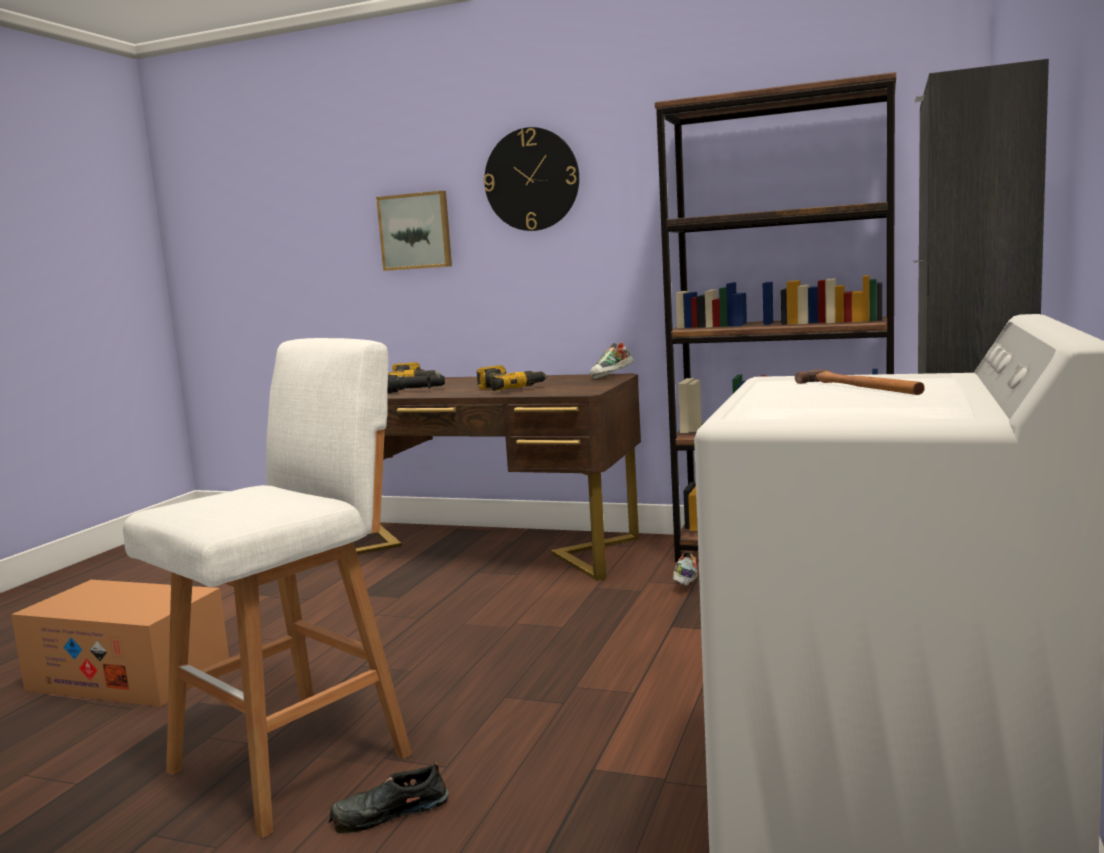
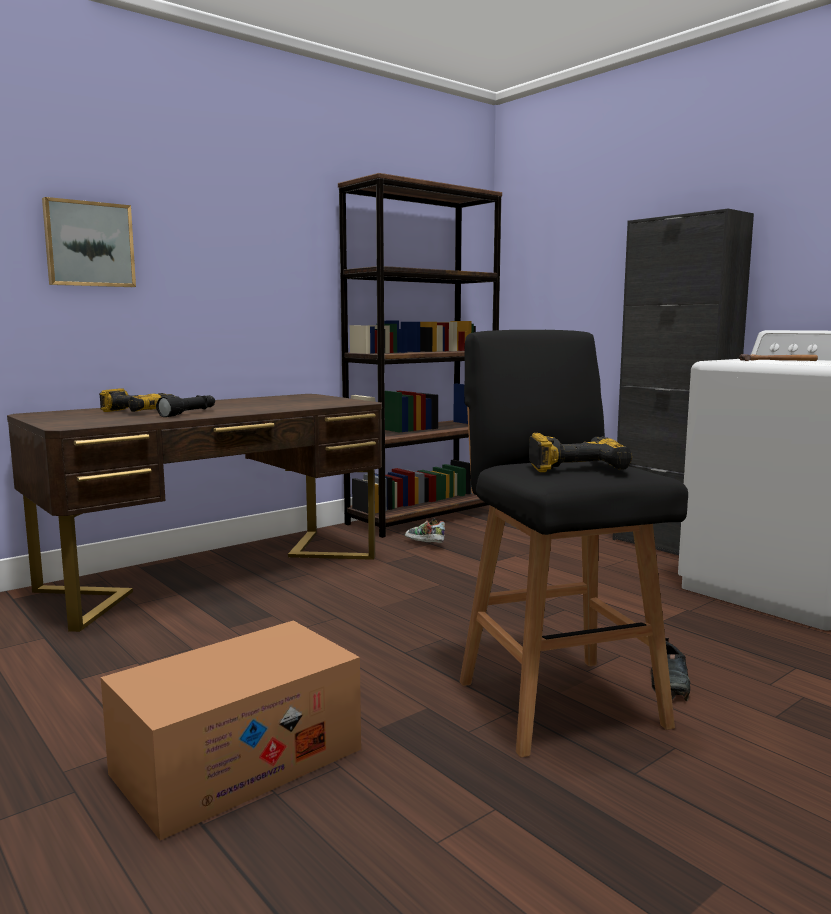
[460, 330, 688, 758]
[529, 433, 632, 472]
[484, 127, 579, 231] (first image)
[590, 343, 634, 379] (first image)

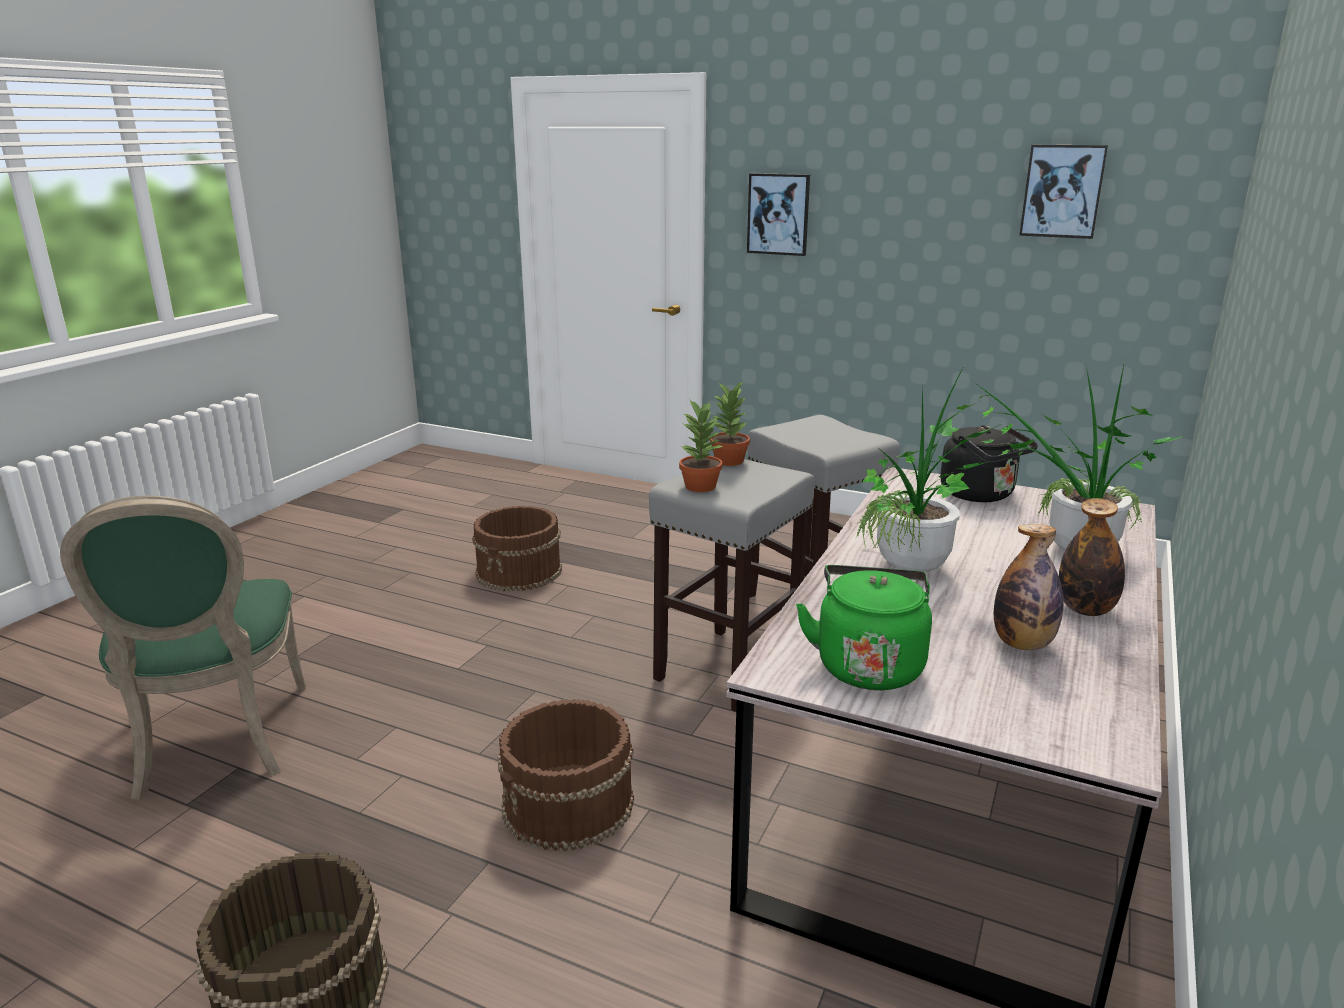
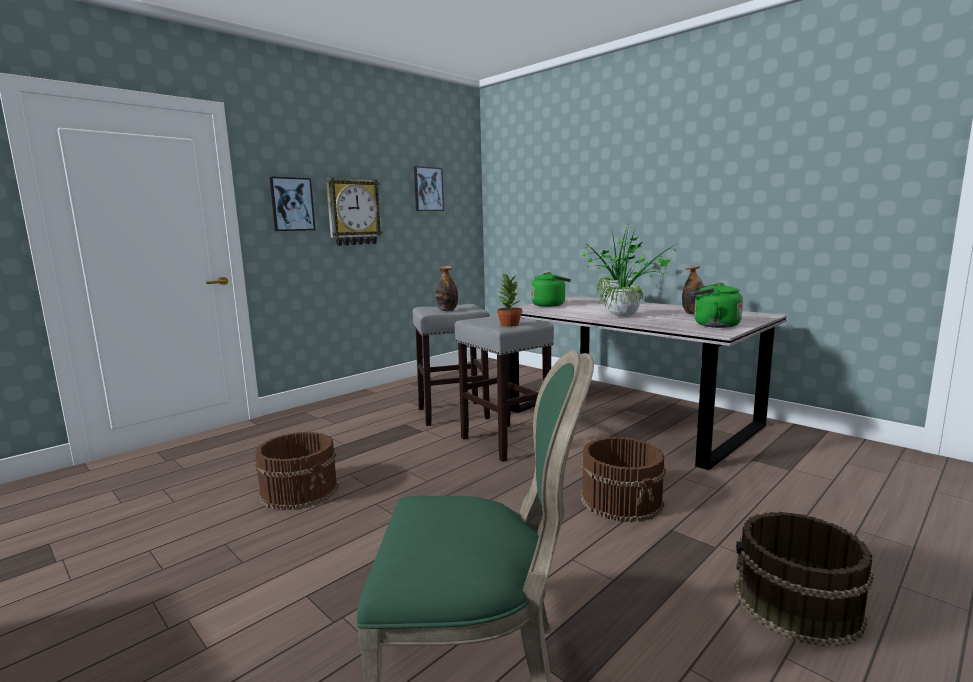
[710, 381, 750, 466] (first image)
[531, 272, 571, 307]
[435, 266, 458, 311]
[326, 178, 383, 246]

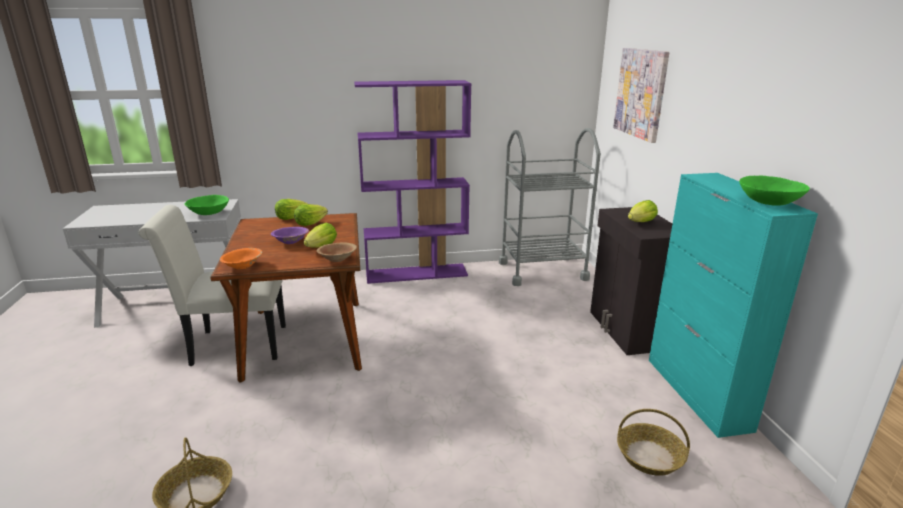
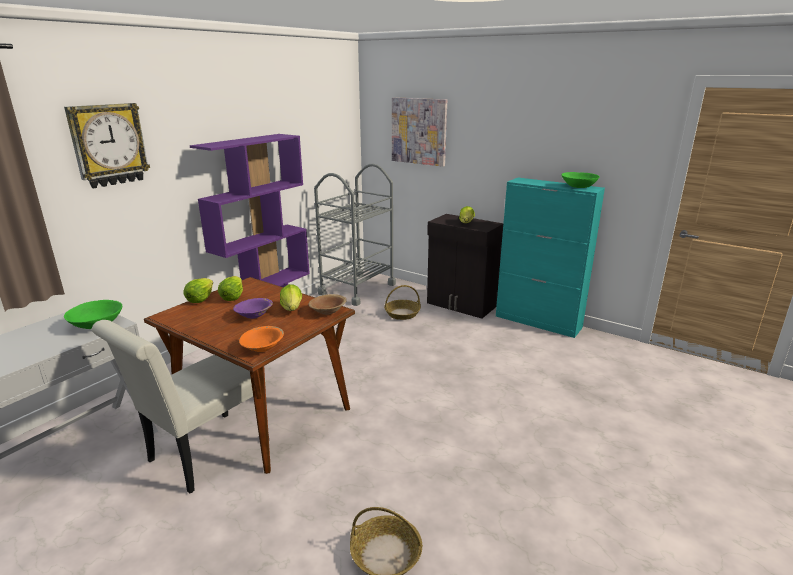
[384, 285, 421, 320]
[64, 103, 150, 188]

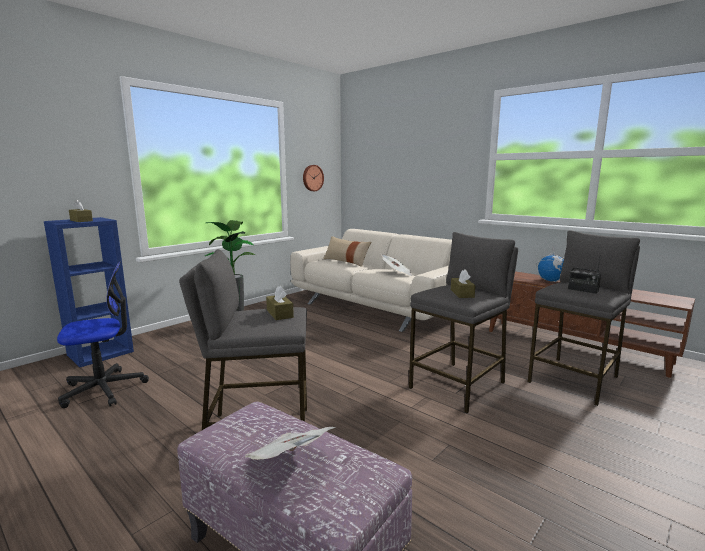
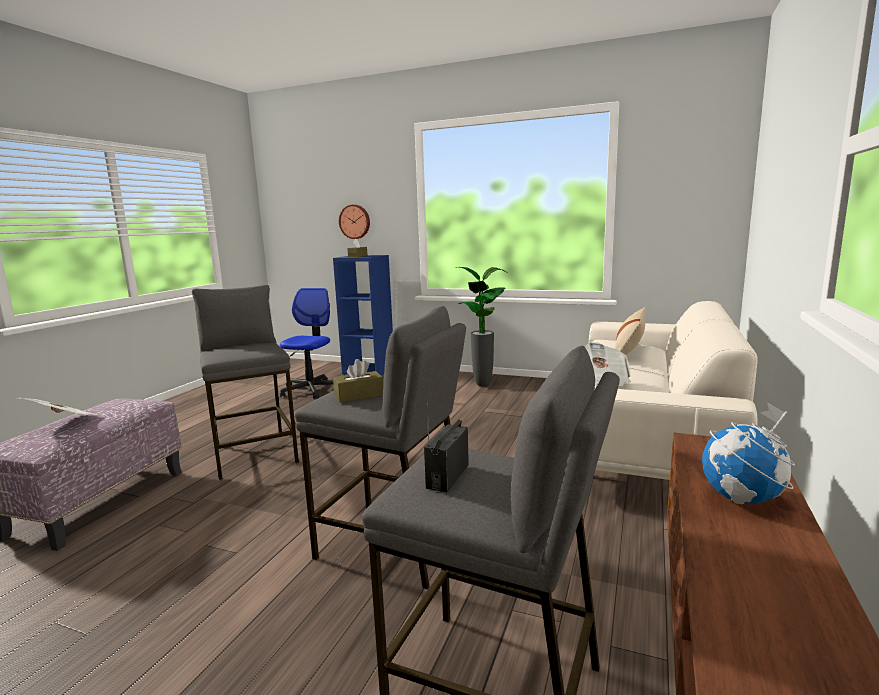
[280, 288, 333, 399]
[266, 286, 294, 320] (first image)
[339, 205, 370, 239]

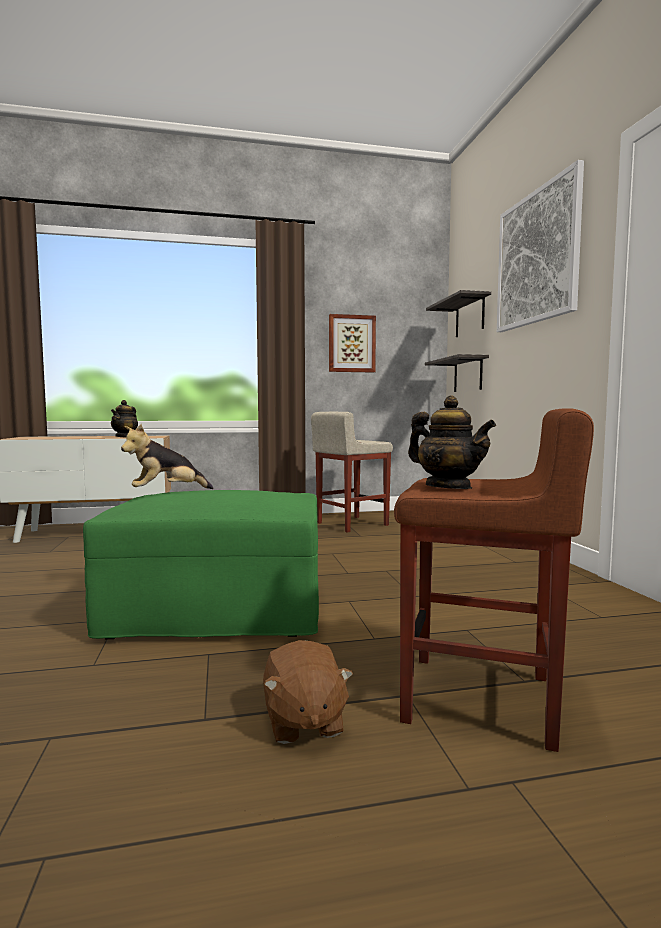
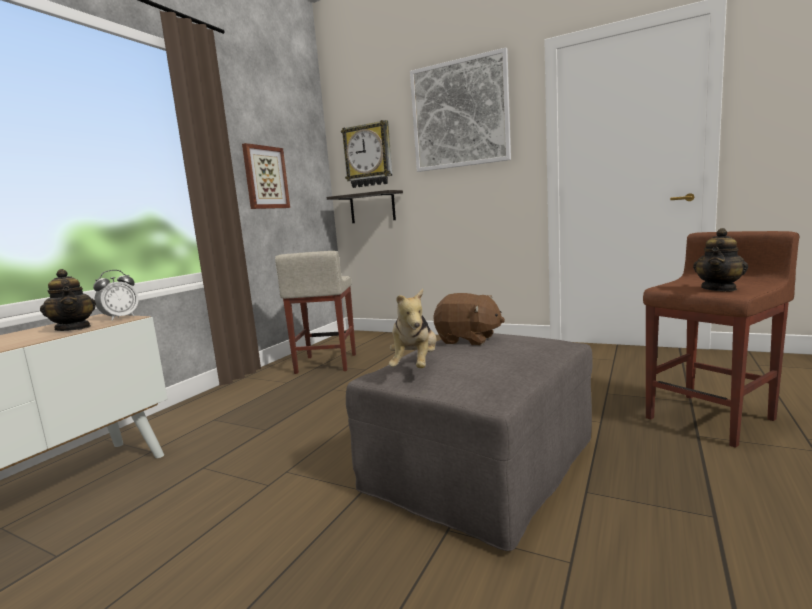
[346, 333, 593, 551]
[433, 293, 505, 345]
[693, 228, 748, 291]
[341, 120, 393, 188]
[93, 270, 139, 321]

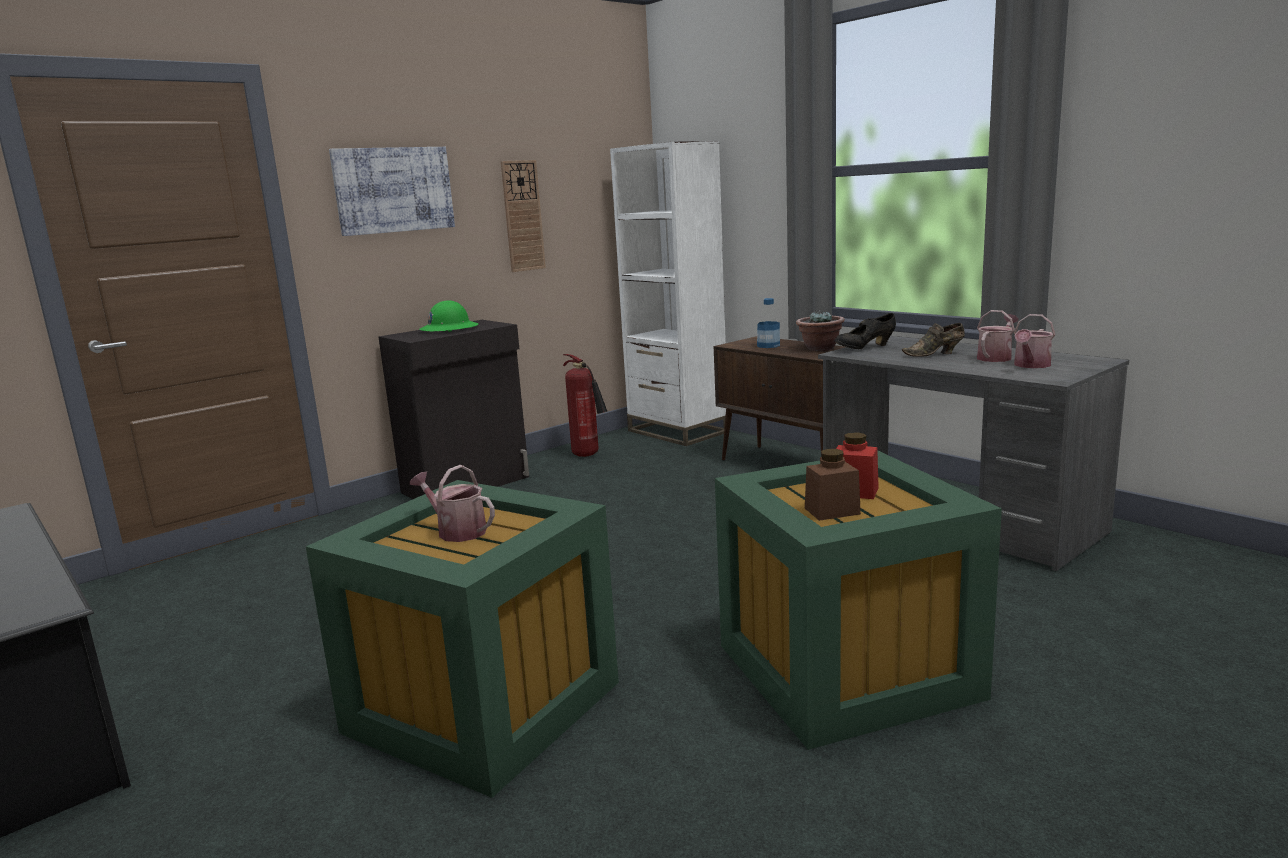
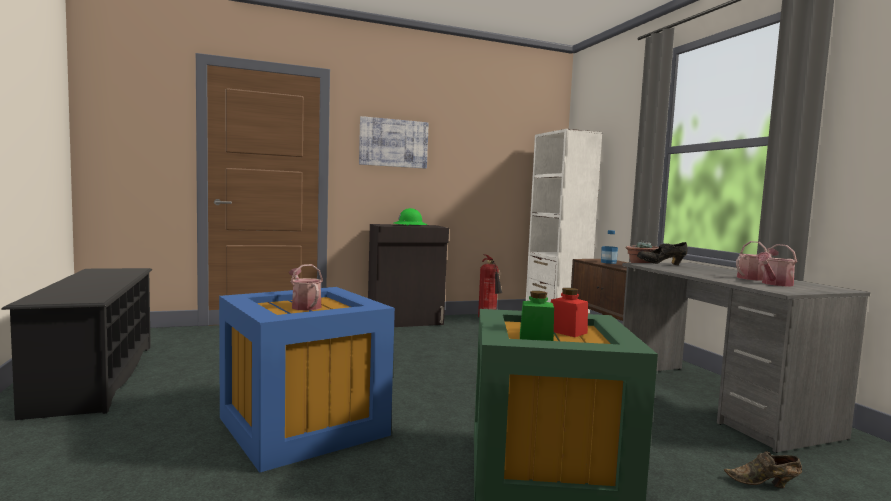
[219, 287, 395, 473]
[501, 160, 546, 272] (first image)
[520, 291, 554, 341]
[724, 451, 802, 488]

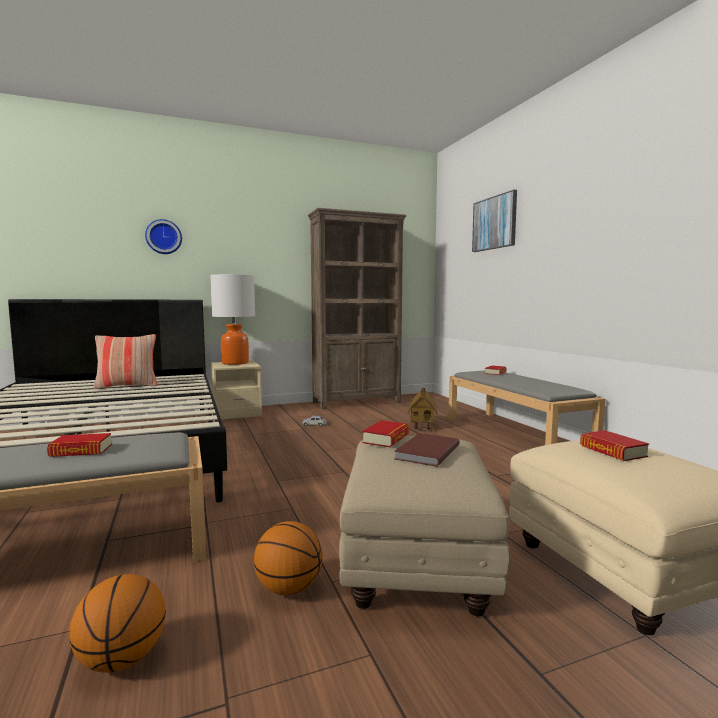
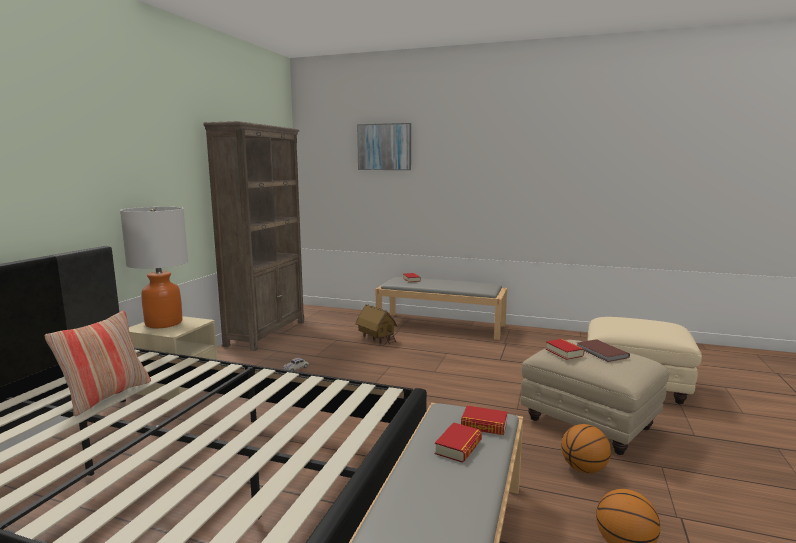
[145, 219, 182, 254] (first image)
[461, 406, 508, 435]

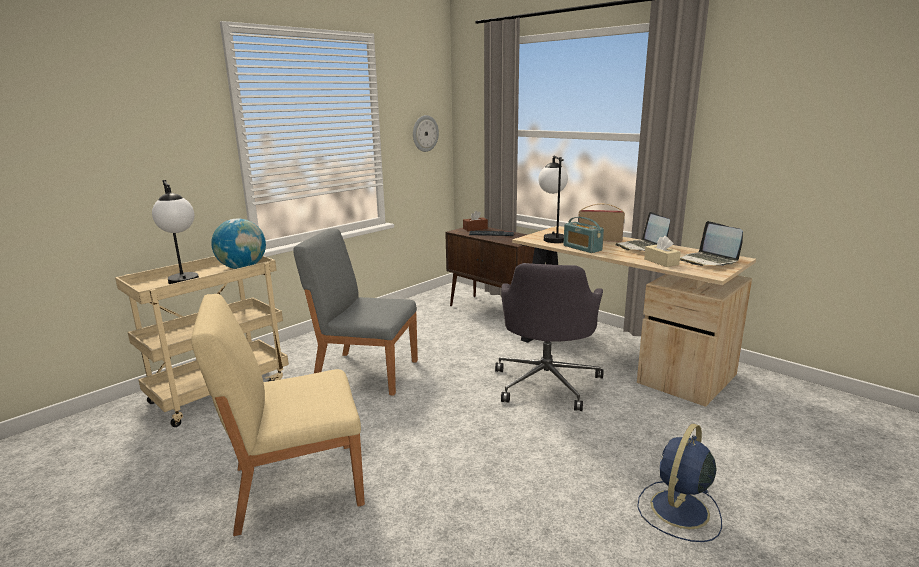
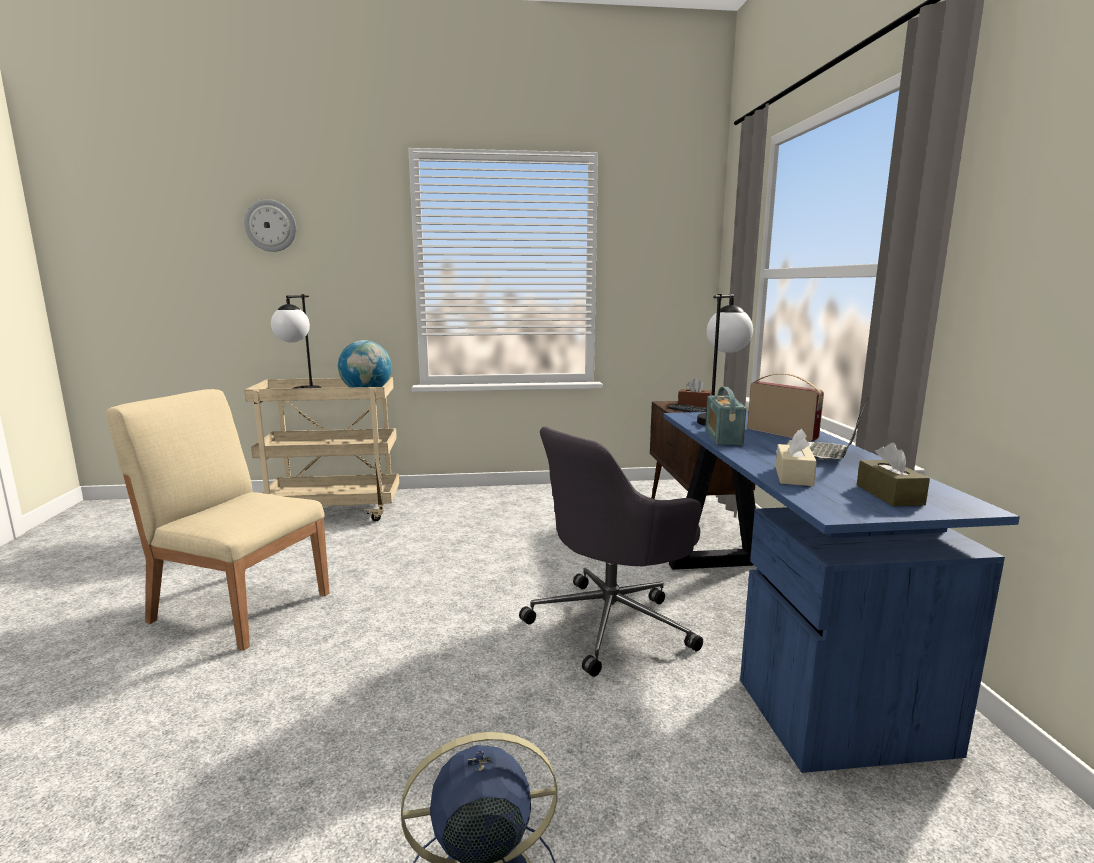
[293, 228, 418, 396] (first image)
[244, 199, 296, 252]
[663, 411, 1020, 773]
[857, 443, 930, 506]

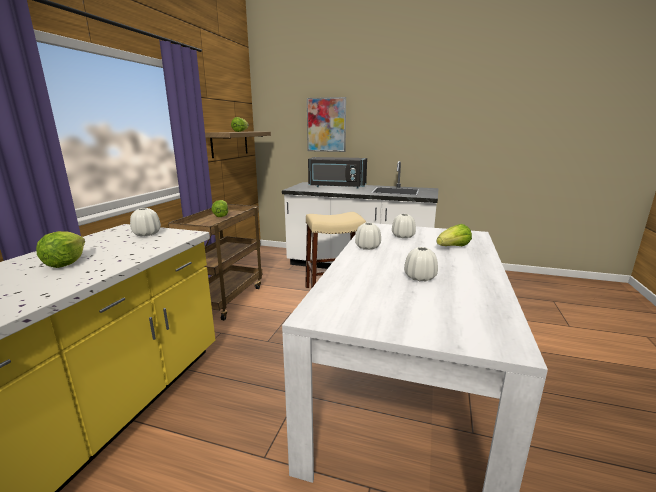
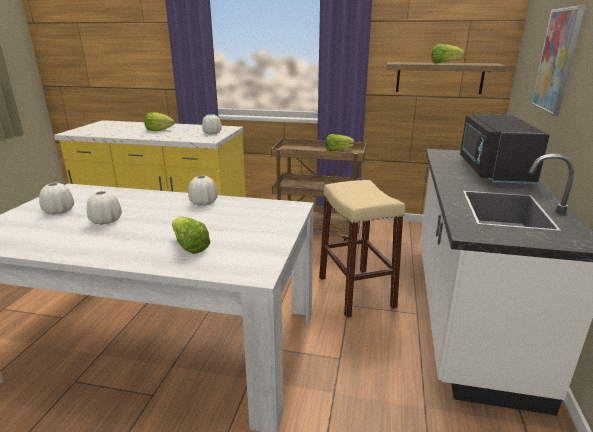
[39, 183, 74, 215]

